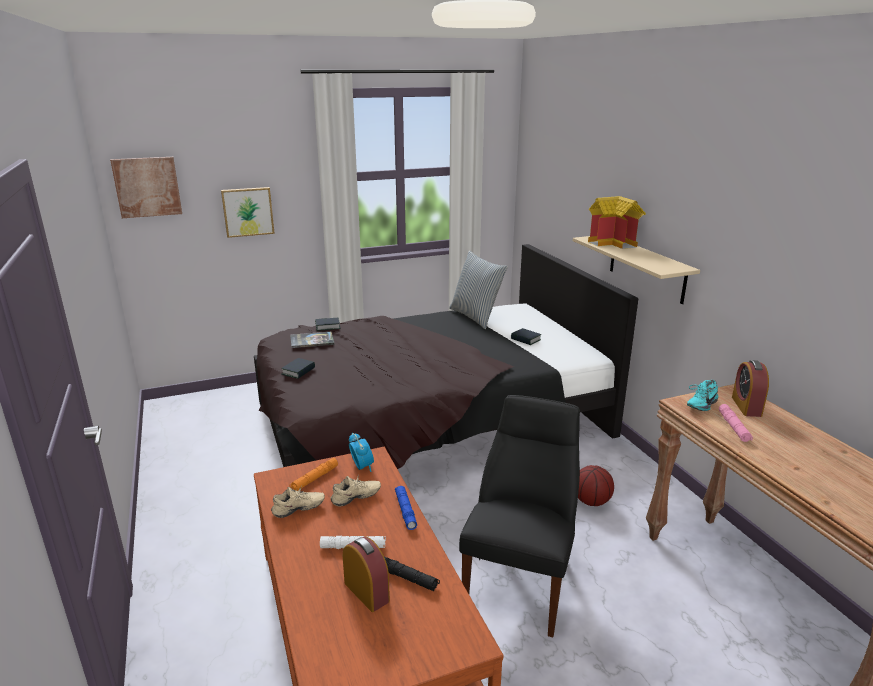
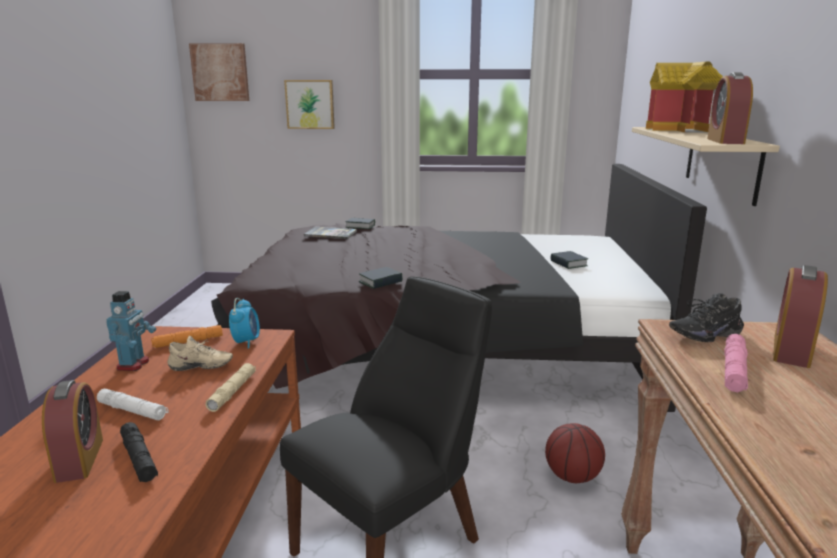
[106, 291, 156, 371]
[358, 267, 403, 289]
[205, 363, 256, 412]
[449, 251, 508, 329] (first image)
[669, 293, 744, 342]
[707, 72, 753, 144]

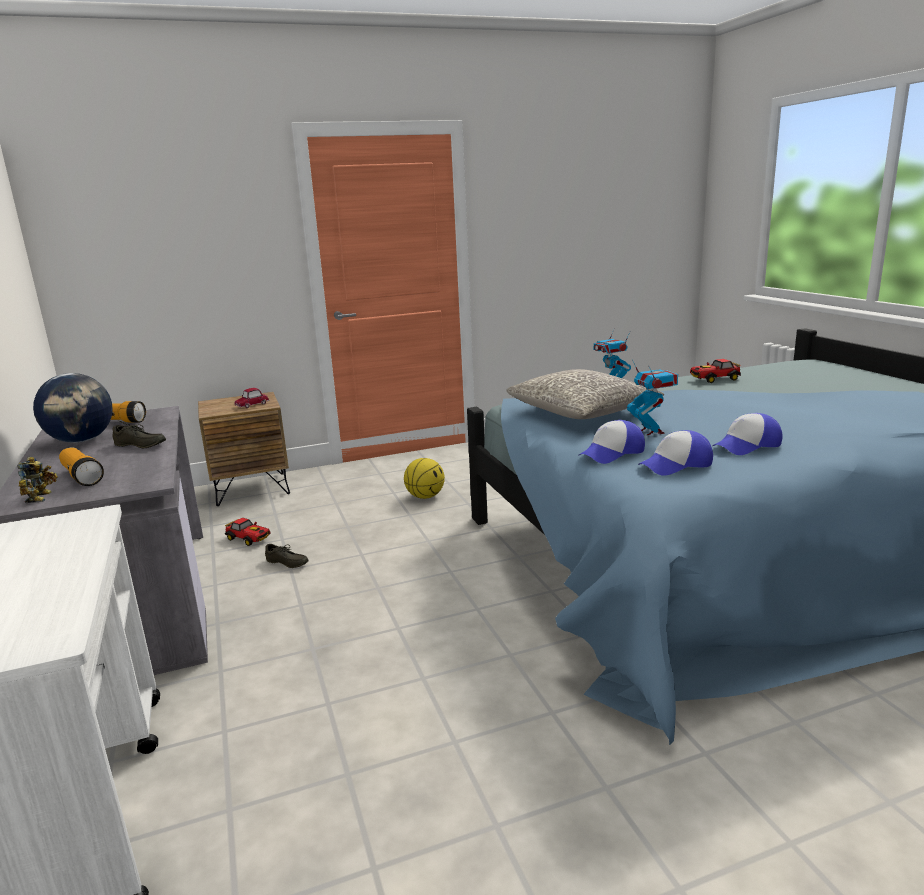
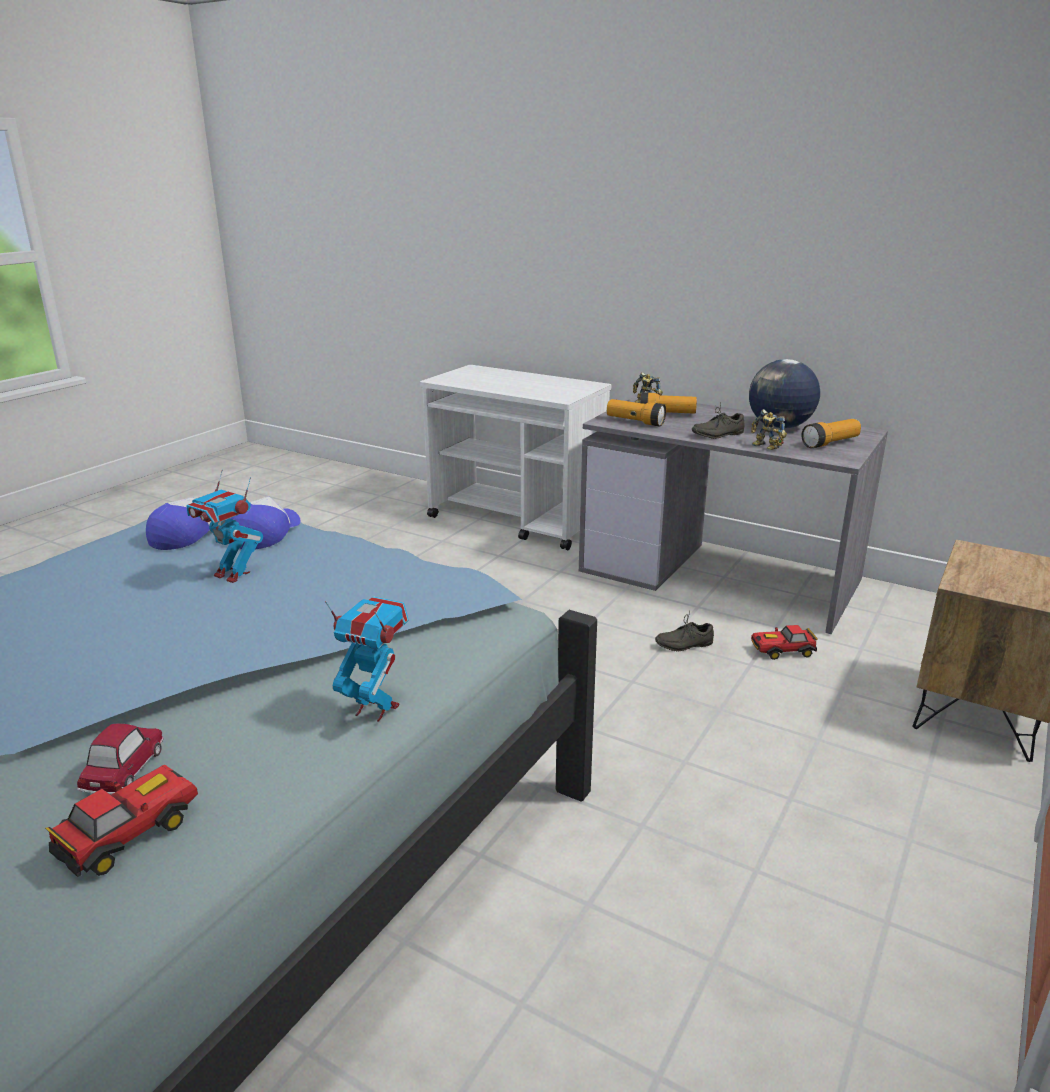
[77, 724, 163, 795]
[404, 458, 445, 499] (first image)
[506, 369, 664, 419] (first image)
[713, 413, 782, 455] (first image)
[607, 399, 666, 426]
[751, 409, 787, 450]

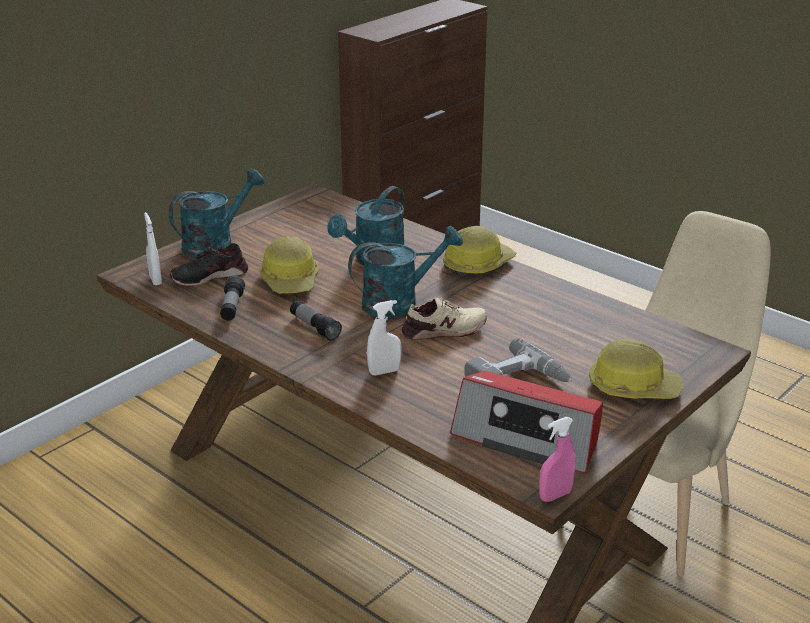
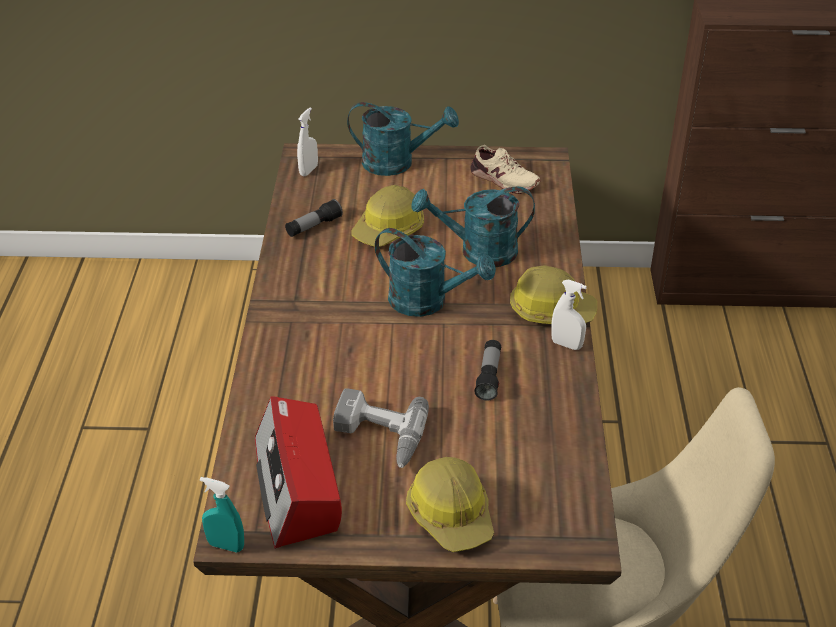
[169, 243, 248, 287] (first image)
[474, 340, 501, 400]
[551, 280, 587, 350]
[470, 145, 540, 194]
[200, 477, 244, 553]

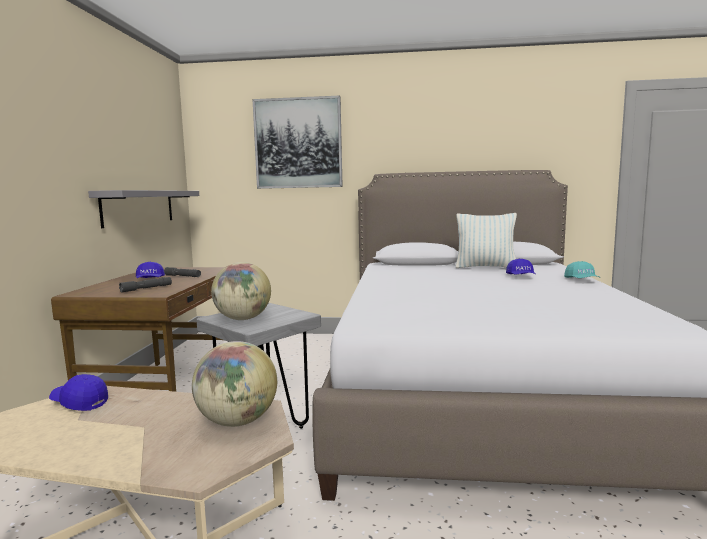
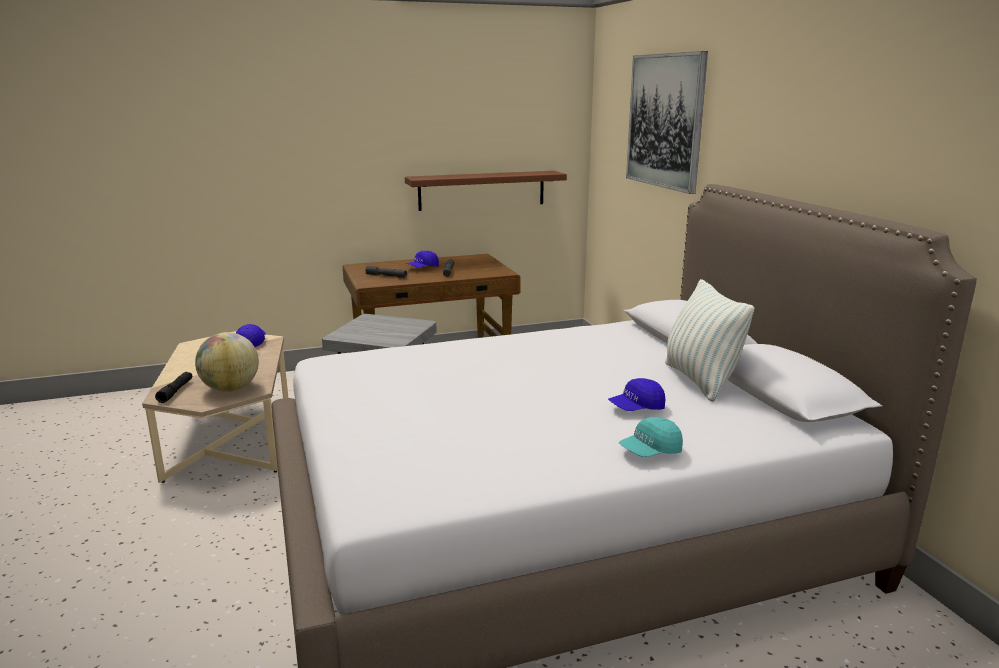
[405, 171, 567, 211]
[211, 262, 271, 320] (first image)
[155, 372, 192, 403]

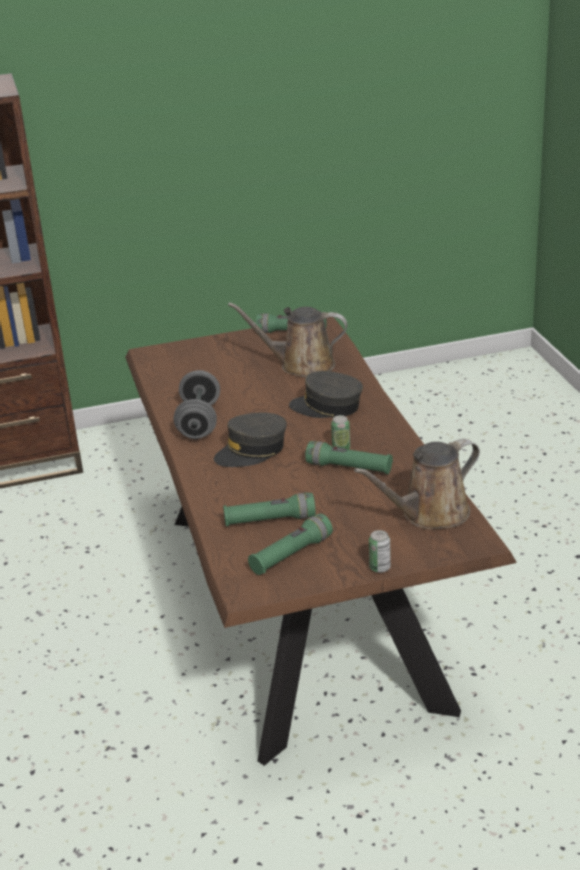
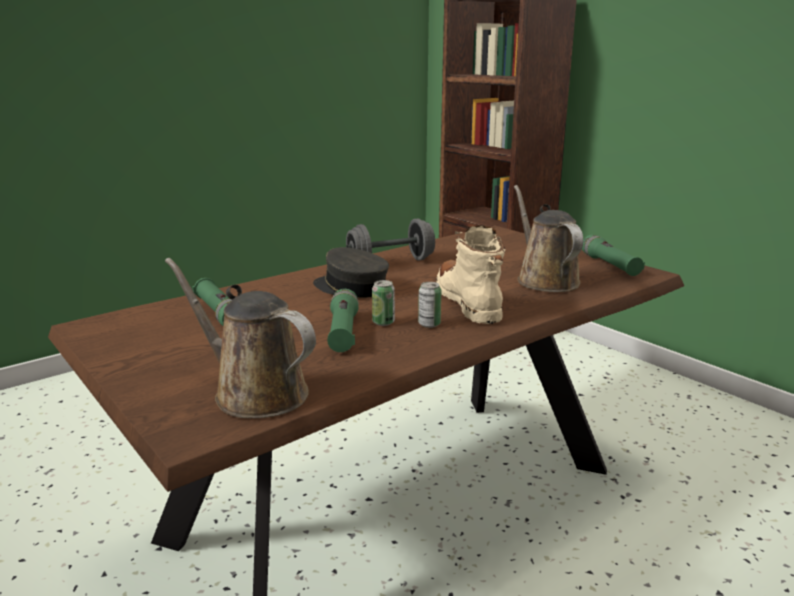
[248, 514, 333, 575] (first image)
[436, 226, 505, 324]
[418, 282, 441, 328]

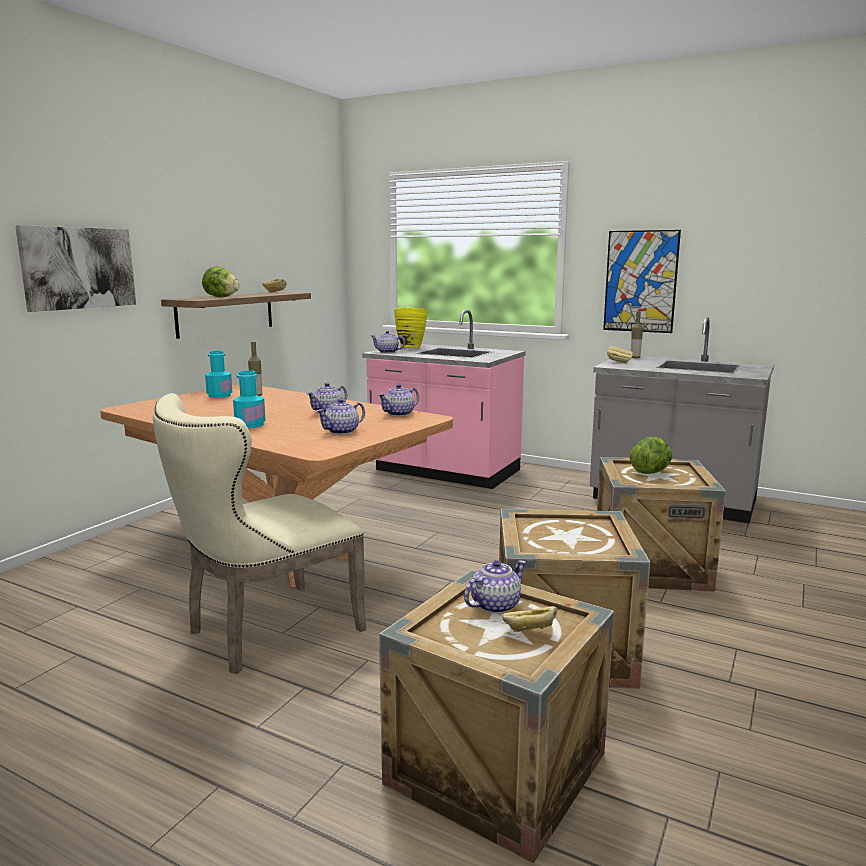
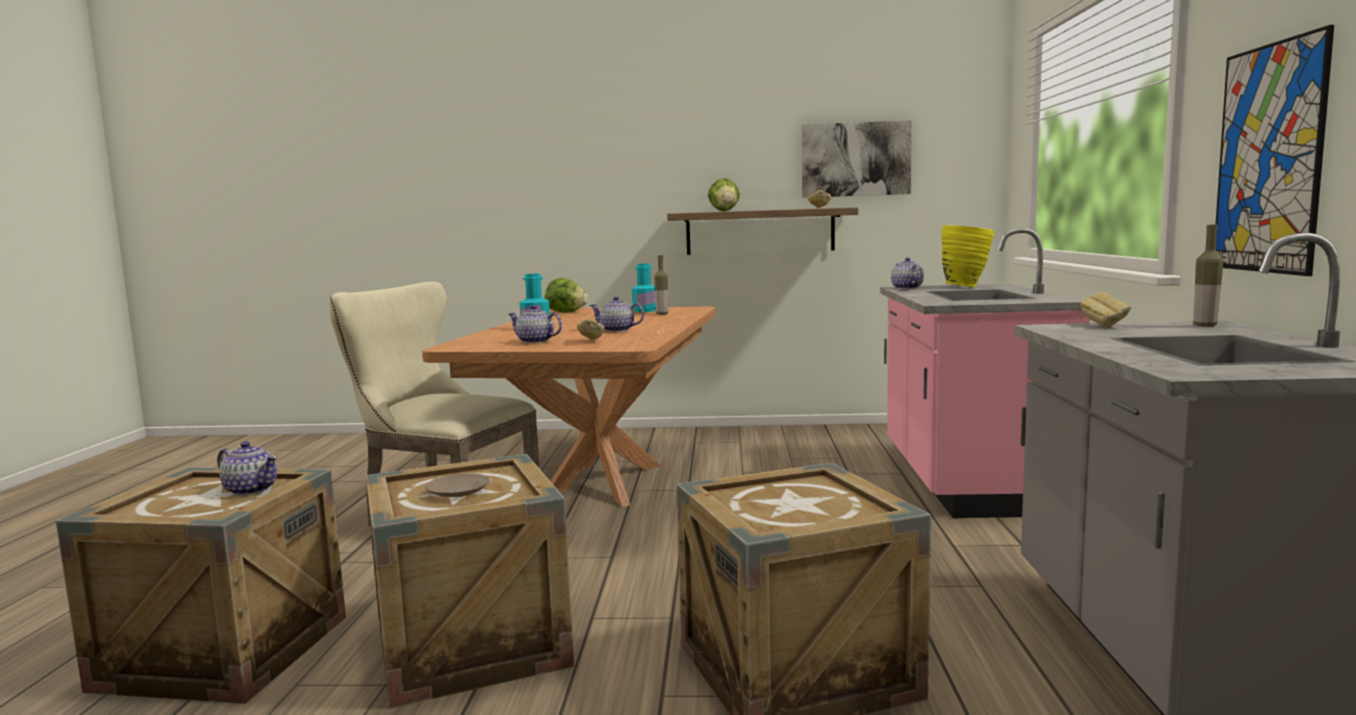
[802, 120, 912, 198]
[378, 384, 419, 416] (first image)
[577, 318, 605, 340]
[545, 278, 588, 312]
[425, 473, 490, 497]

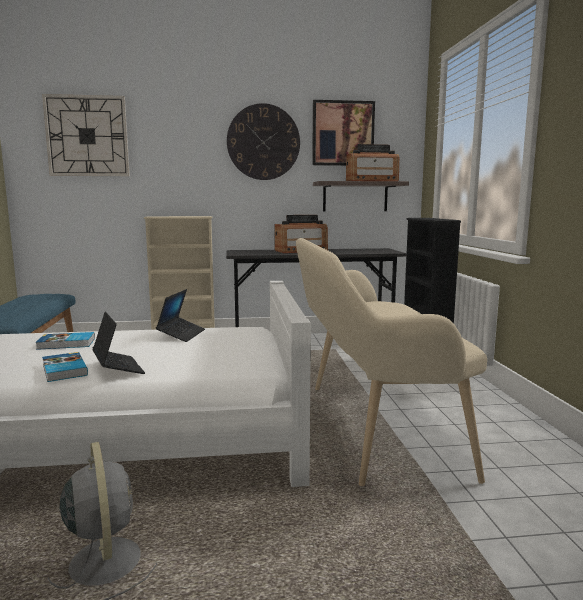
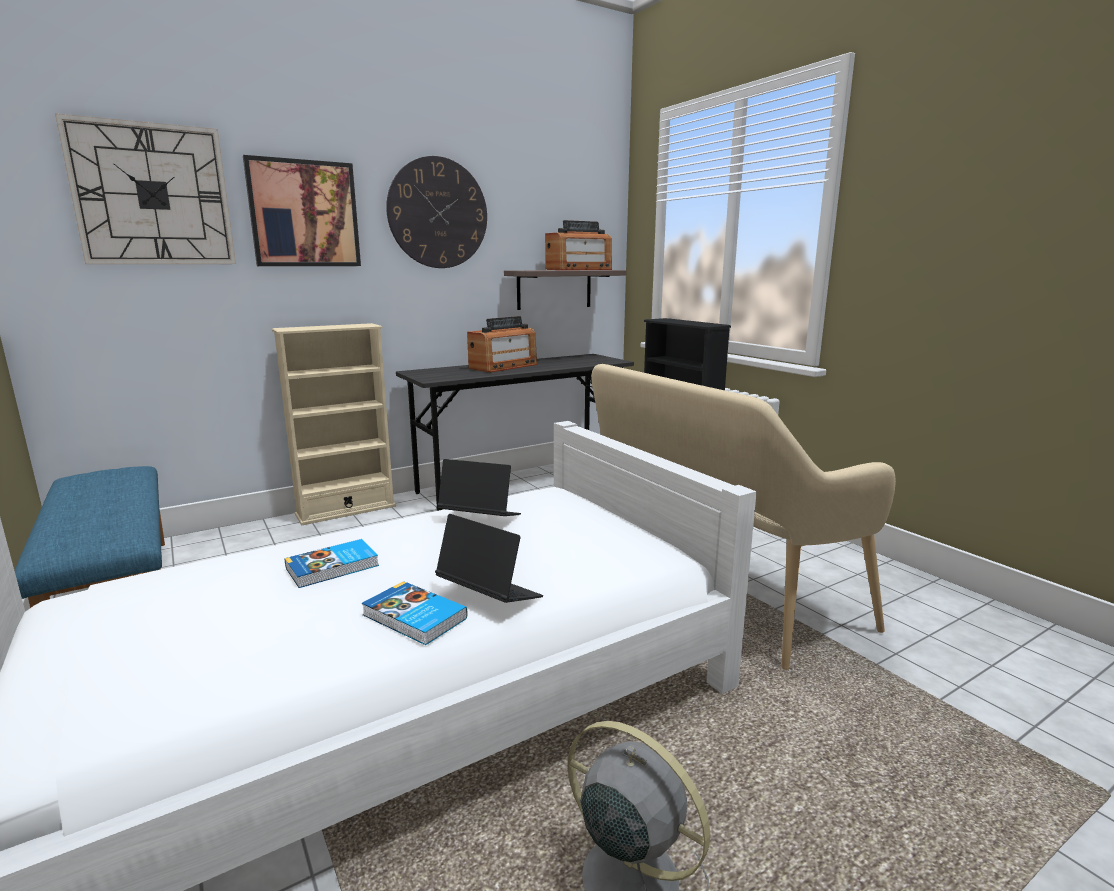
[437, 459, 521, 516]
[243, 155, 361, 266]

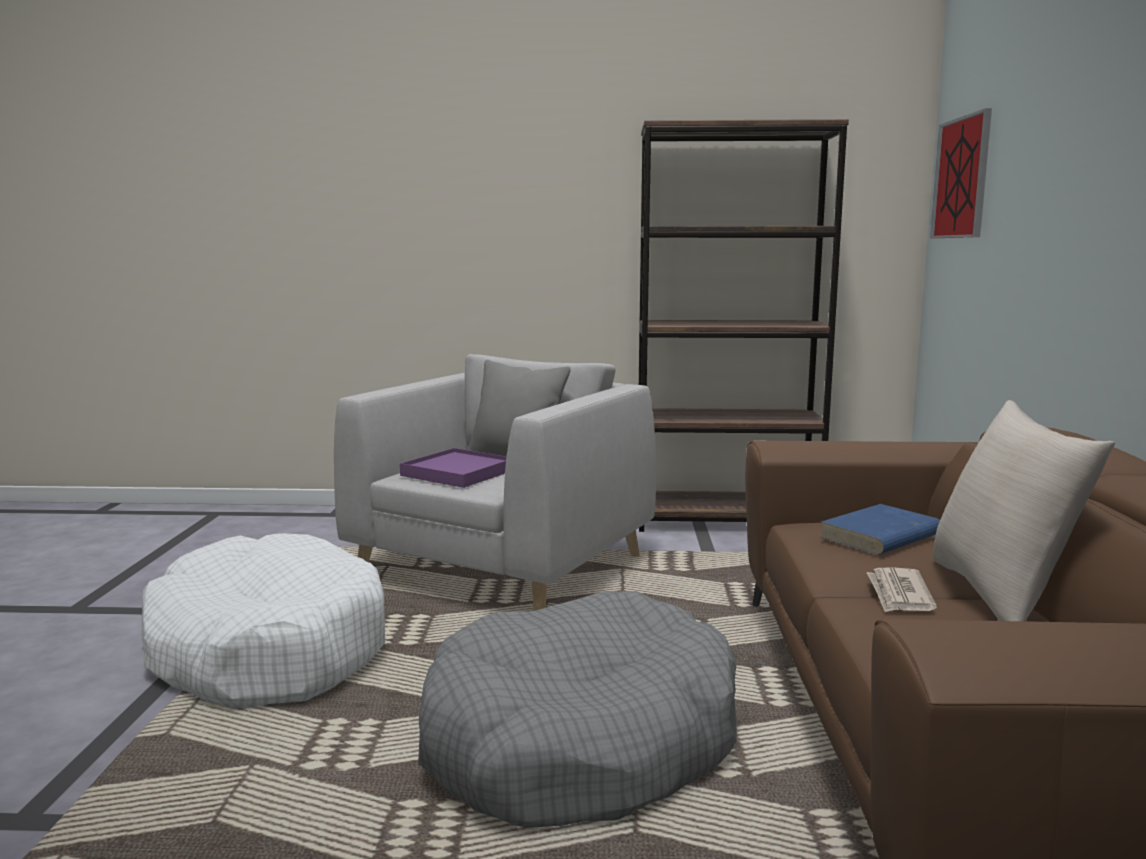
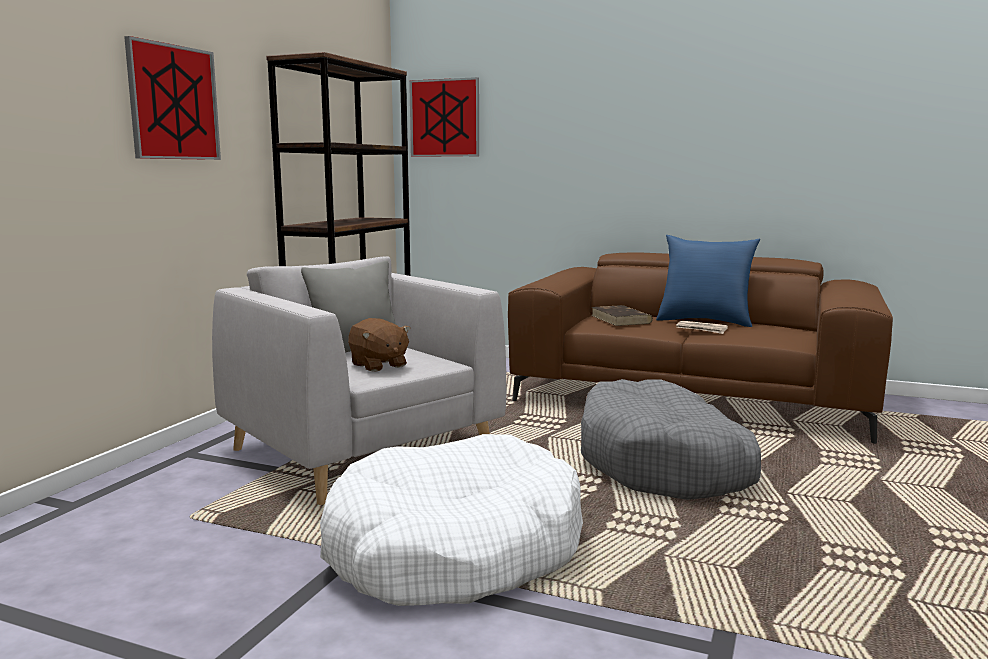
[348, 318, 411, 372]
[591, 305, 653, 326]
[656, 235, 760, 327]
[124, 36, 221, 160]

